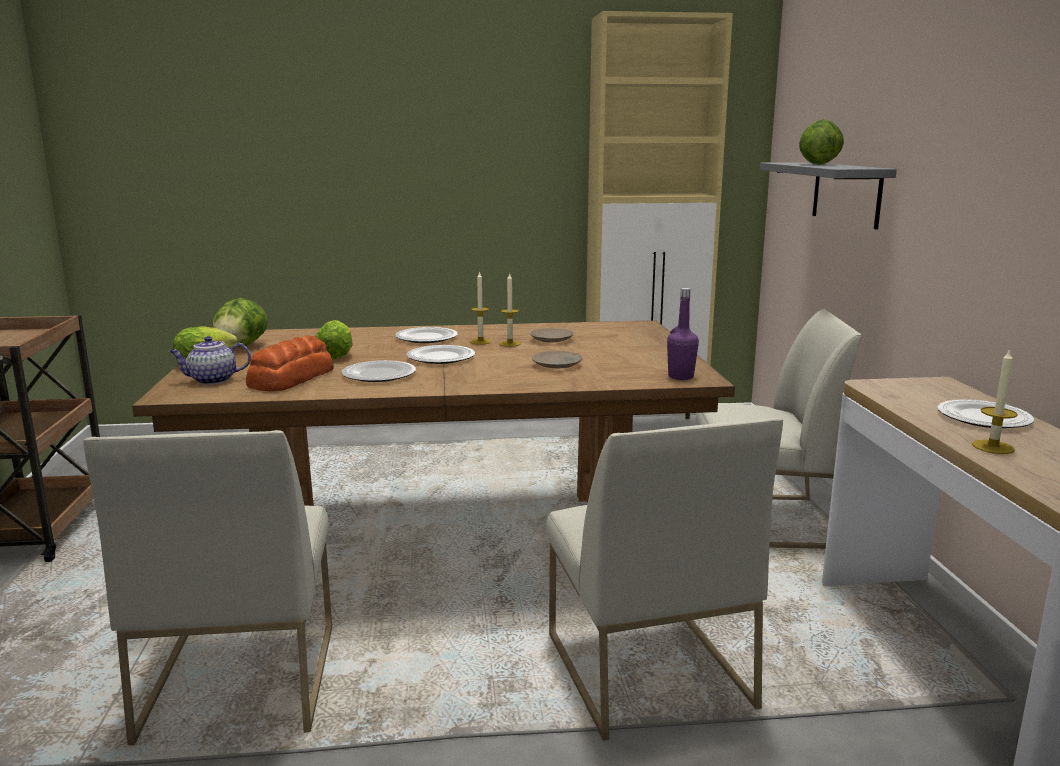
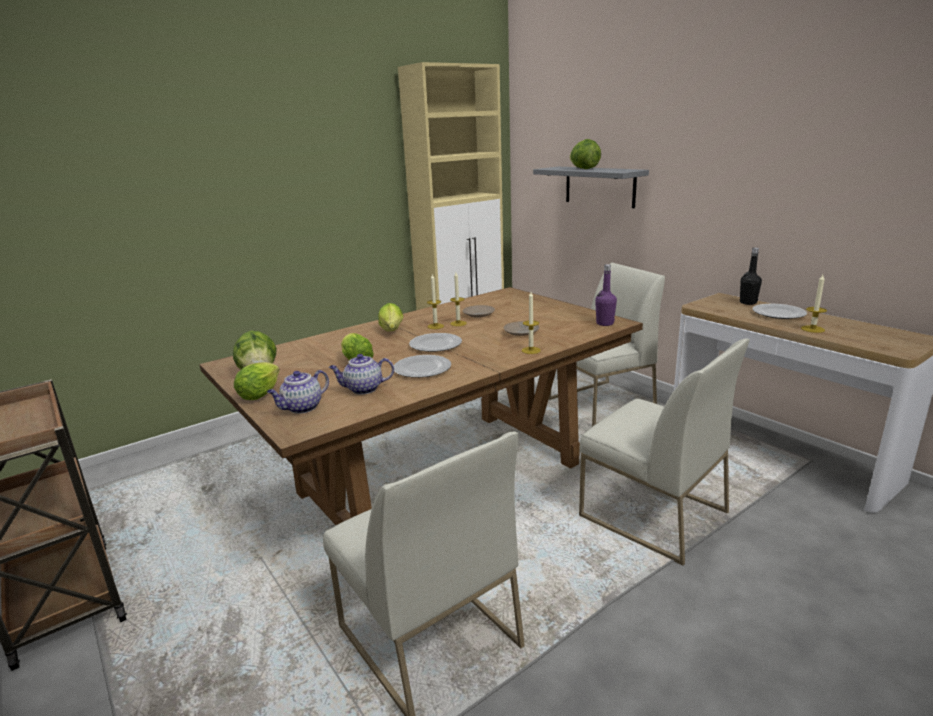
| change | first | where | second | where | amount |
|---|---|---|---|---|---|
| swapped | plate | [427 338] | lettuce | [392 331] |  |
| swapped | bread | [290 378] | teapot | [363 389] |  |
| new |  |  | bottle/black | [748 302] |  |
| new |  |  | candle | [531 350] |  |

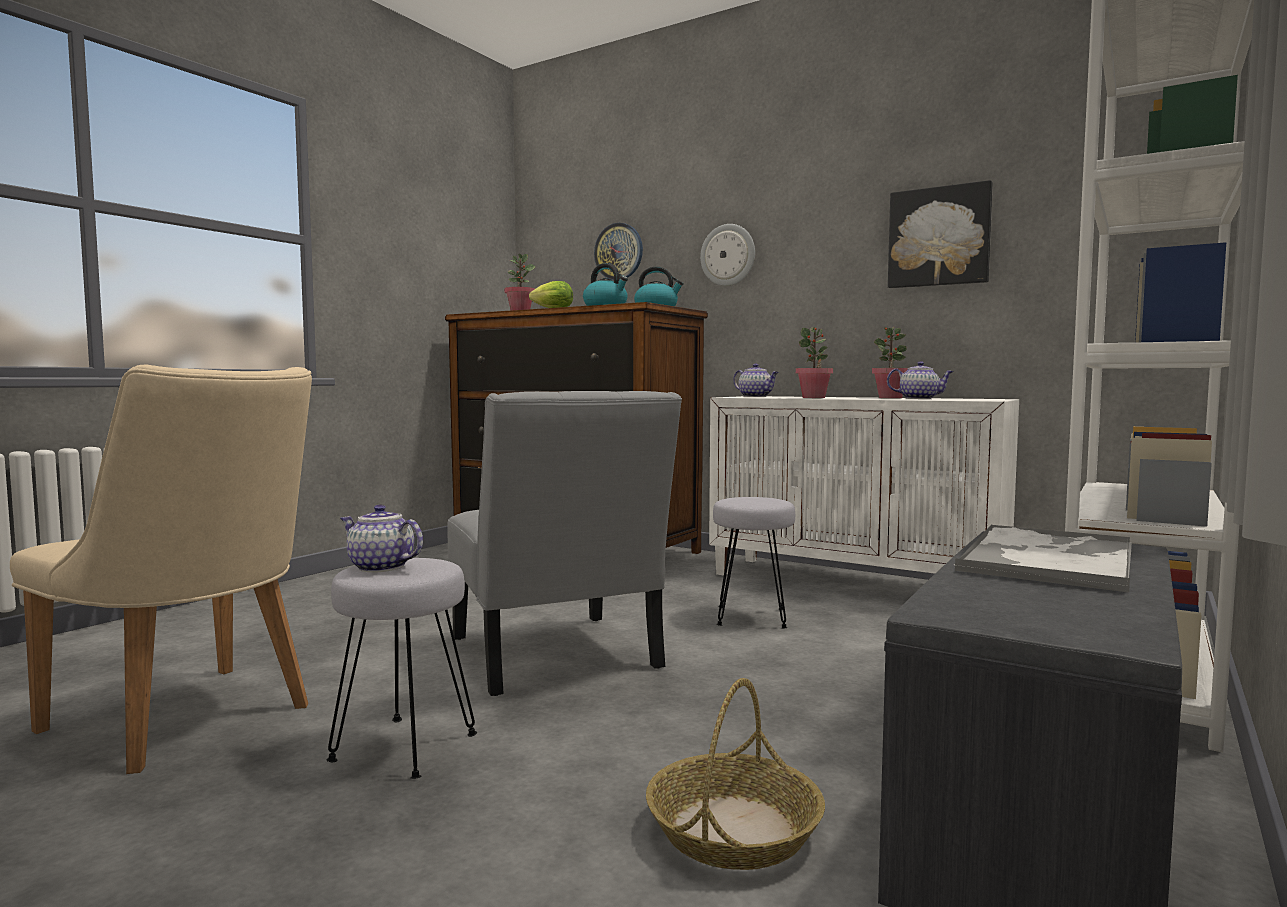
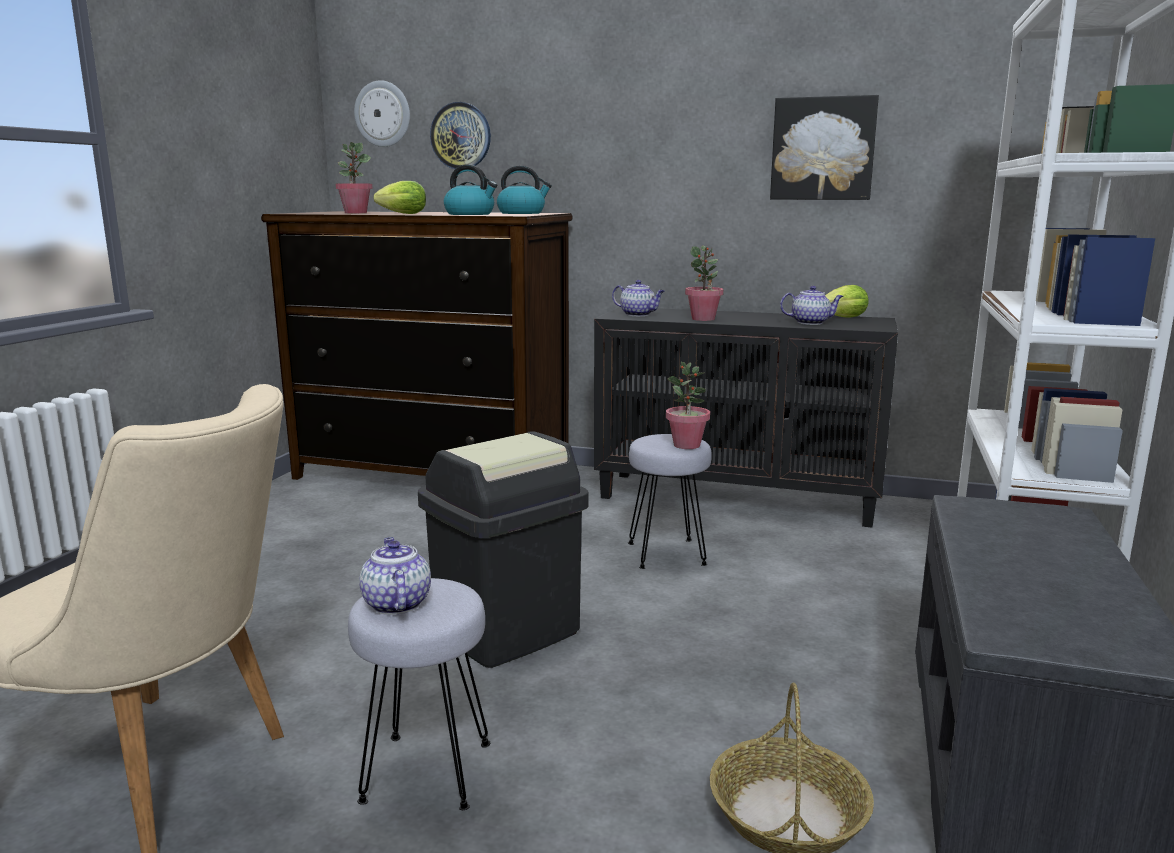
| change | first | where | second | where | amount |
|---|---|---|---|---|---|
| shifted | wall clock | [728 255] |  | [383 114] |  |
| shifted | potted plant | [890 398] |  | [686 445] |  |
| swapped | chair/grey | [556 657] | trash can/black | [507 631] |  |
| repainted | cabinet/white | [855 583] | cabinet/black | [738 498] |  |
| rotated | teapot | [379 567] |  | [395 603] | 60 degrees clockwise |
| gone | tray | [1048 558] |  |  |  |
| new |  |  | lettuce | [841 318] |  |

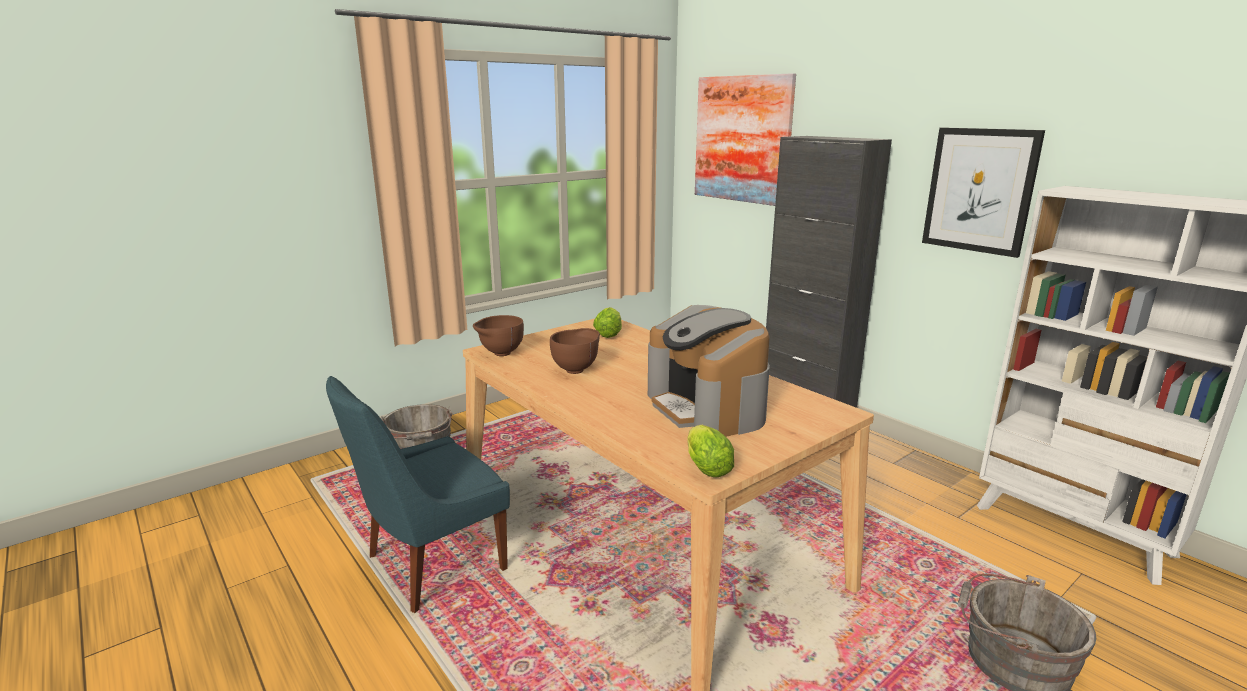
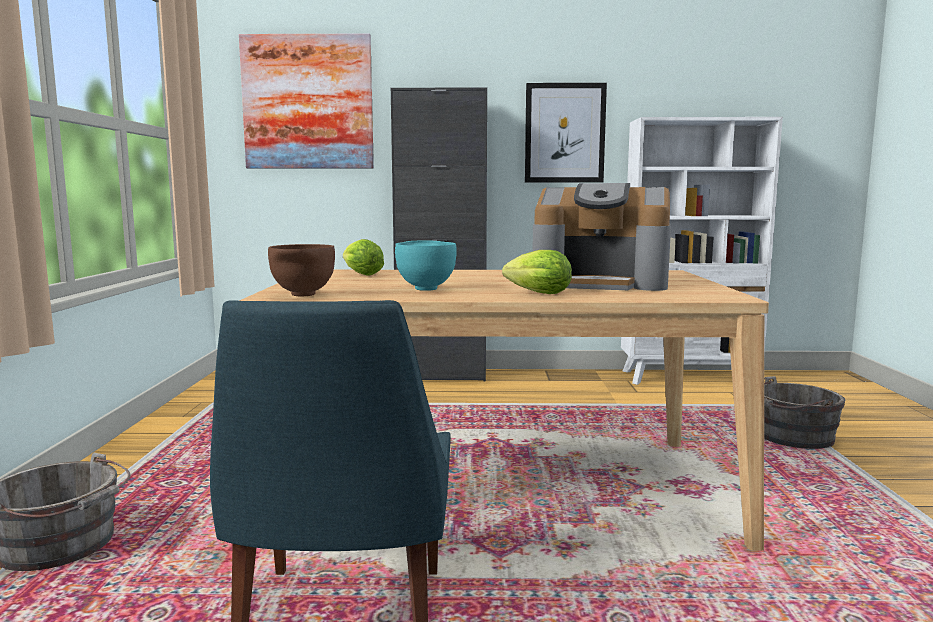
| change | first | where | second | where | amount |
|---|---|---|---|---|---|
| repainted | bowl/brown | [577 370] | bowl/turquoise | [425 288] |  |
| shifted | lettuce | [705 466] |  | [535 293] |  |

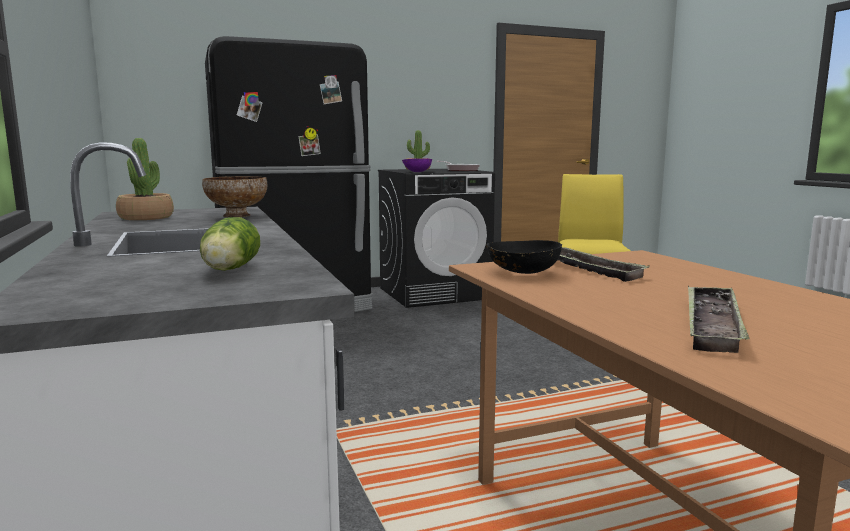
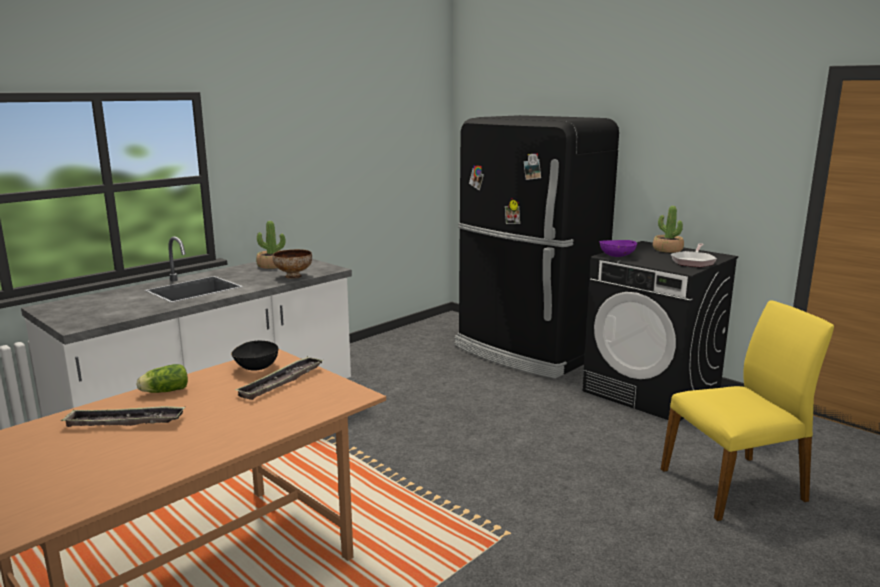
| change | first | where | second | where | amount |
|---|---|---|---|---|---|
| shifted | lettuce | [229 270] |  | [163 391] |  |

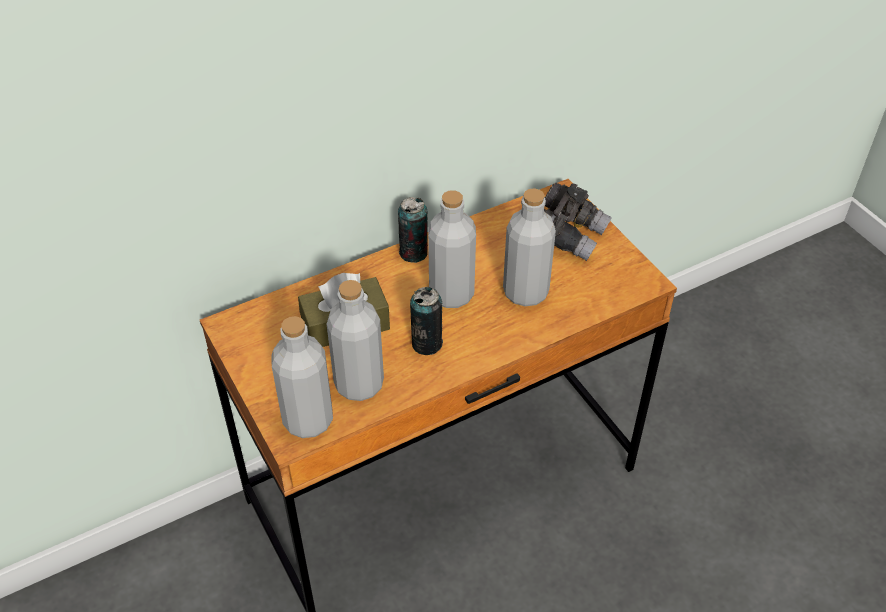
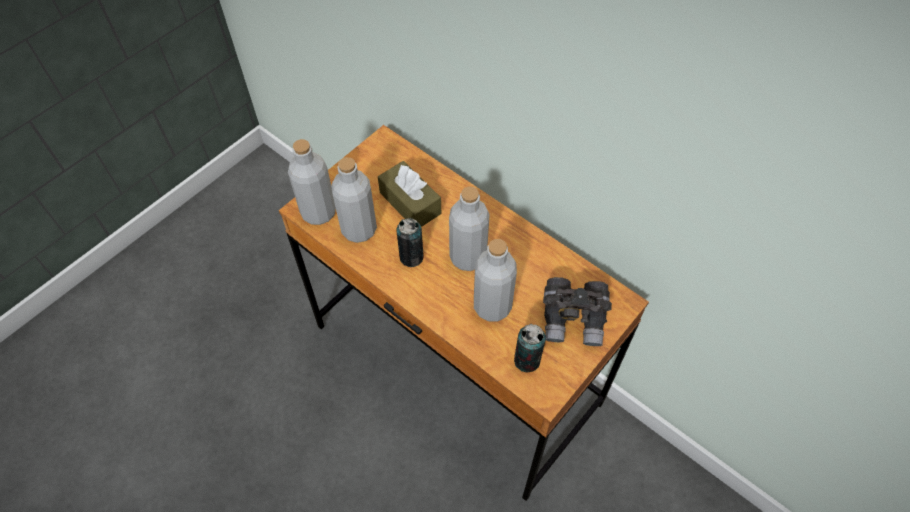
| change | first | where | second | where | amount |
|---|---|---|---|---|---|
| shifted | can | [413 253] |  | [527 360] |  |

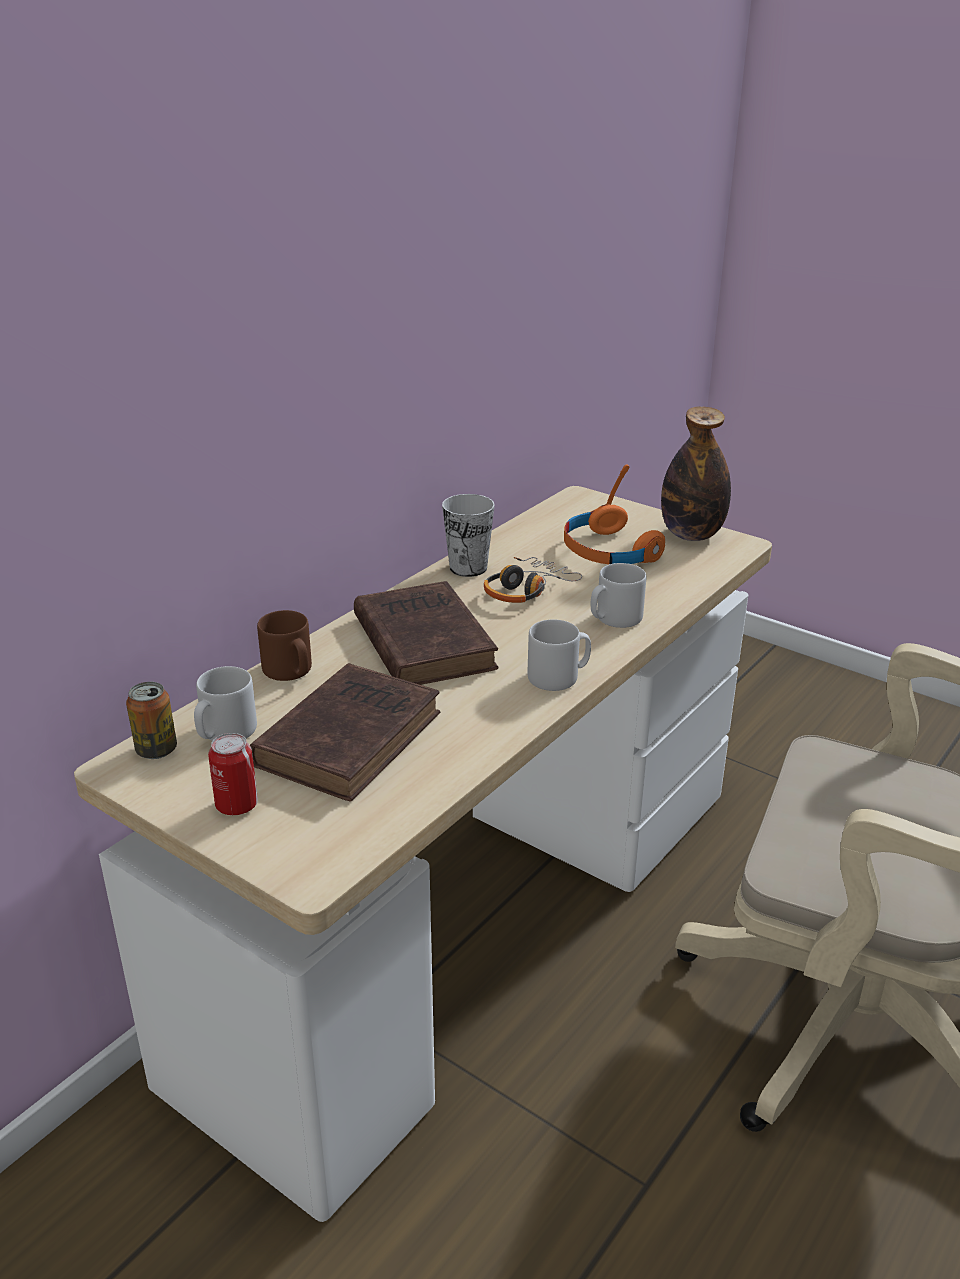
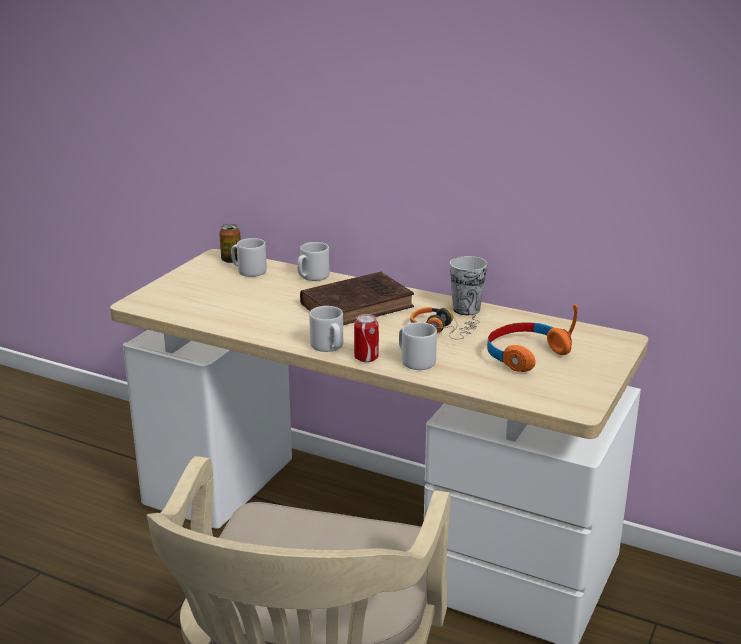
| change | first | where | second | where | amount |
|---|---|---|---|---|---|
| gone | bottle | [691 534] |  |  |  |
| repainted | mug/brown | [290 671] | mug/grey | [312 277] |  |
| gone | book/brown | [351 736] |  |  |  |
| shifted | can | [237 805] |  | [366 358] |  |

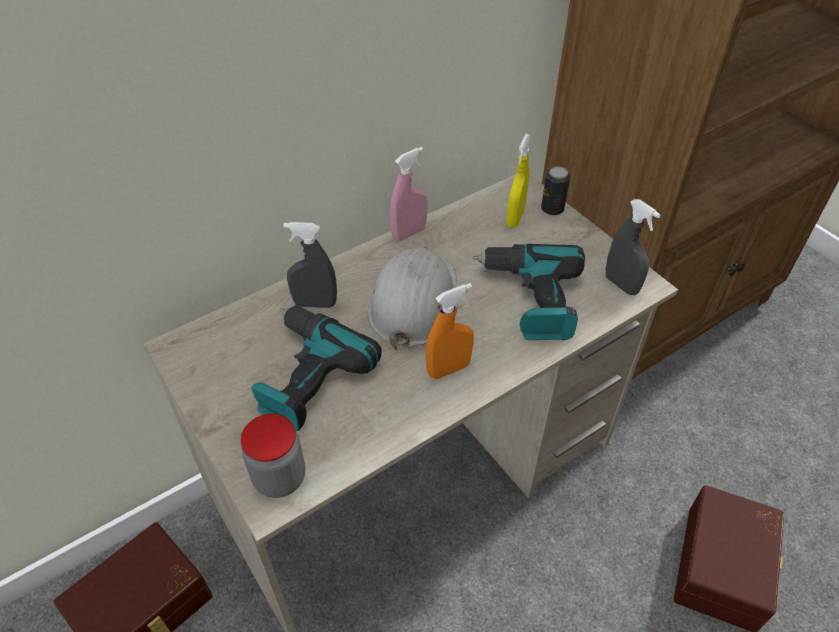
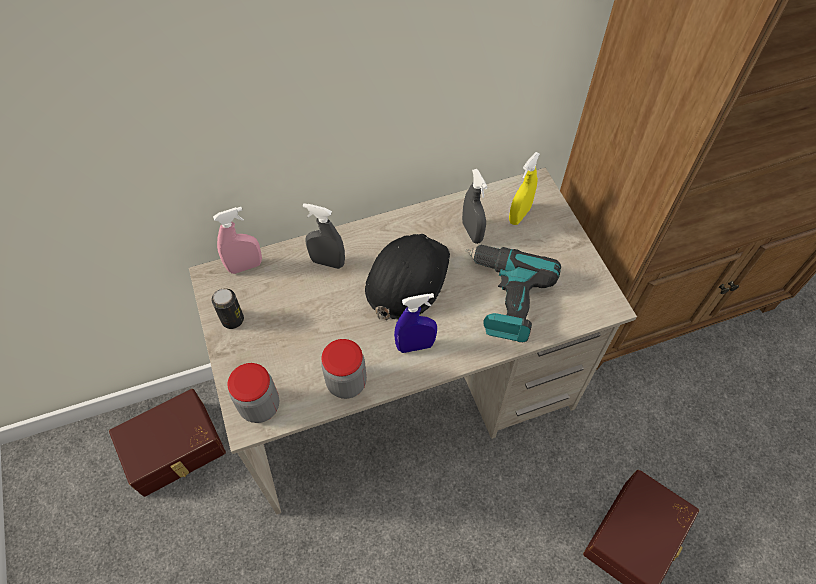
| change | first | where | second | where | amount |
|---|---|---|---|---|---|
| shifted | spray bottle/pink | [409 233] |  | [245 266] |  |
| shifted | can | [552 209] |  | [232 320] |  |
| shifted | spray bottle/grey | [621 284] |  | [472 232] |  |
| repainted | hard hat/white | [413 303] | hard hat/black | [406 279] |  |
| repainted | spray bottle/orange | [448 369] | spray bottle/blue | [415 346] |  |
| gone | power drill | [305 375] |  |  |  |
| new |  |  | jar | [346 382] |  |

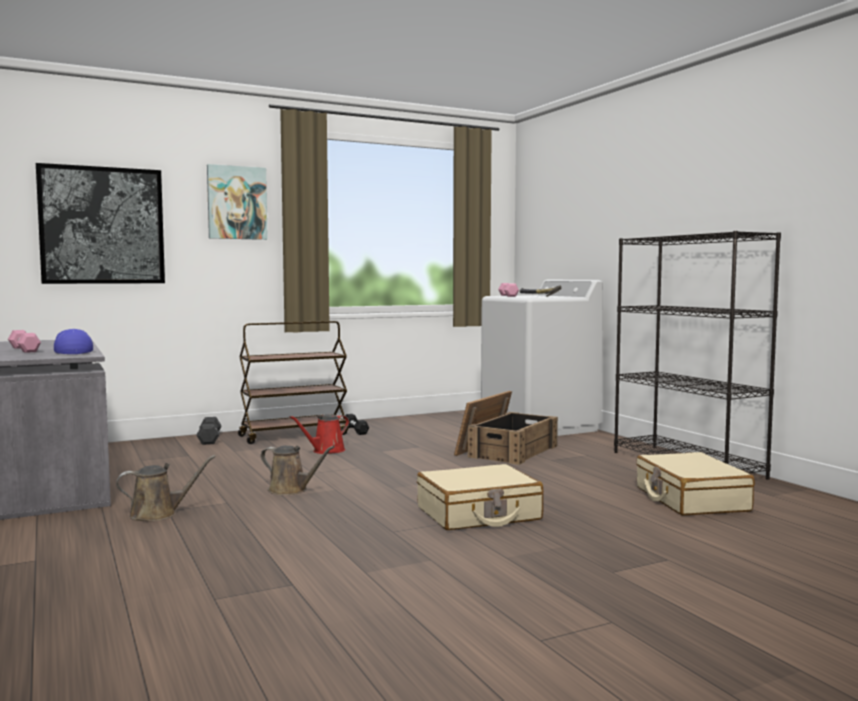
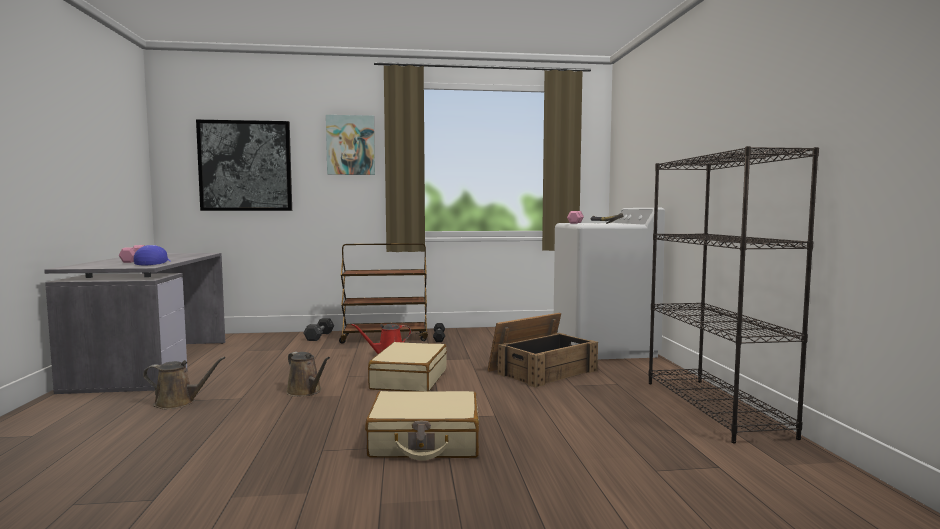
| change | first | where | second | where | amount |
|---|---|---|---|---|---|
| shifted | suitcase/beige | [690 499] |  | [409 379] |  |

